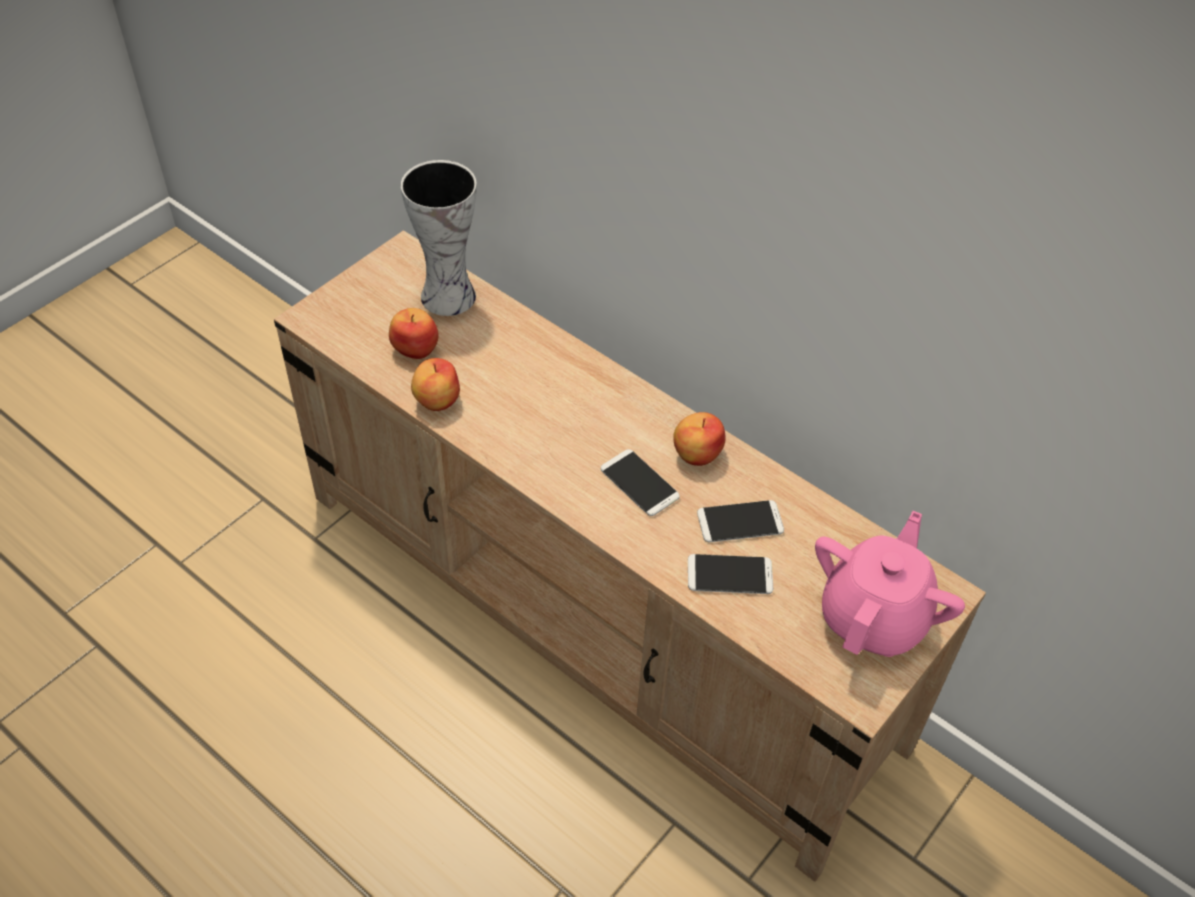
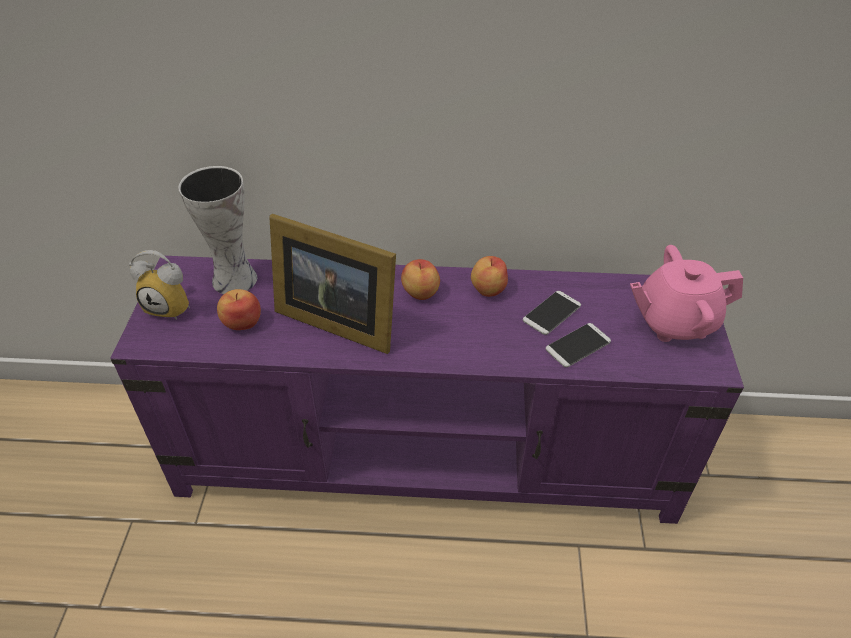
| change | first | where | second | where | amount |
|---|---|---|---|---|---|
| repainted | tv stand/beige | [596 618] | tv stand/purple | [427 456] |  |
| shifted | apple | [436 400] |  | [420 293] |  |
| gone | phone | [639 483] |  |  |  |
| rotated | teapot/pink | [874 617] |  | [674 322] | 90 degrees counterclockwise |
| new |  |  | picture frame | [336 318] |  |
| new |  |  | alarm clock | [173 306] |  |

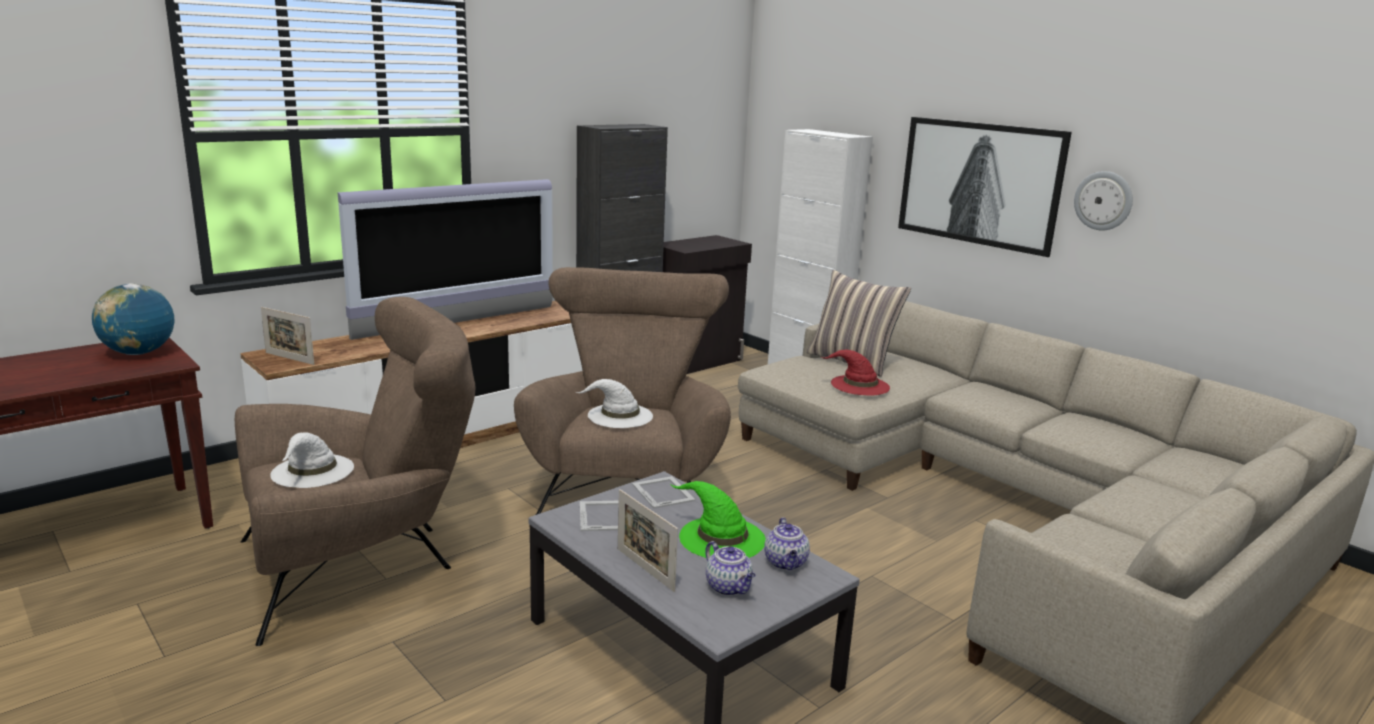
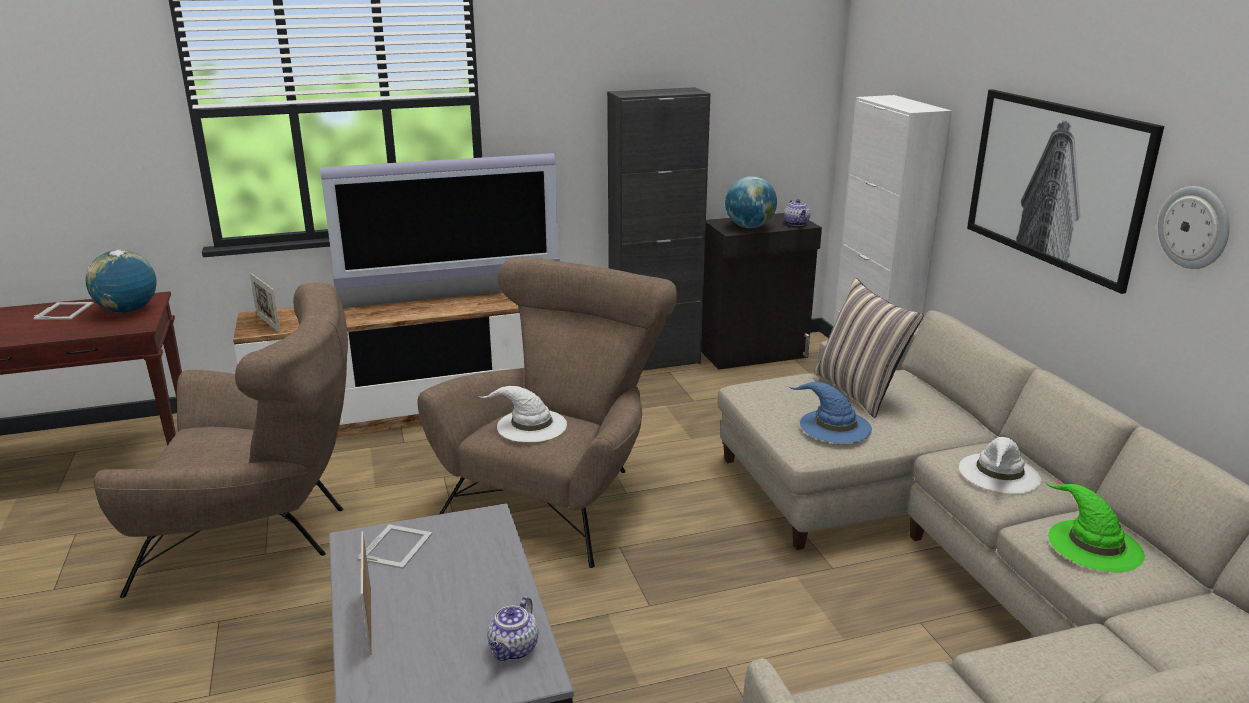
| change | first | where | second | where | amount |
|---|---|---|---|---|---|
| repainted | hat/red | [859 385] | hat/blue | [834 426] |  |
| shifted | hat/white | [312 471] |  | [999 474] |  |
| shifted | picture frame | [663 492] |  | [65 311] |  |
| shifted | hat/green | [720 538] |  | [1093 544] |  |
| shifted | teapot | [729 587] |  | [797 224] |  |
| new |  |  | globe | [749 227] |  |

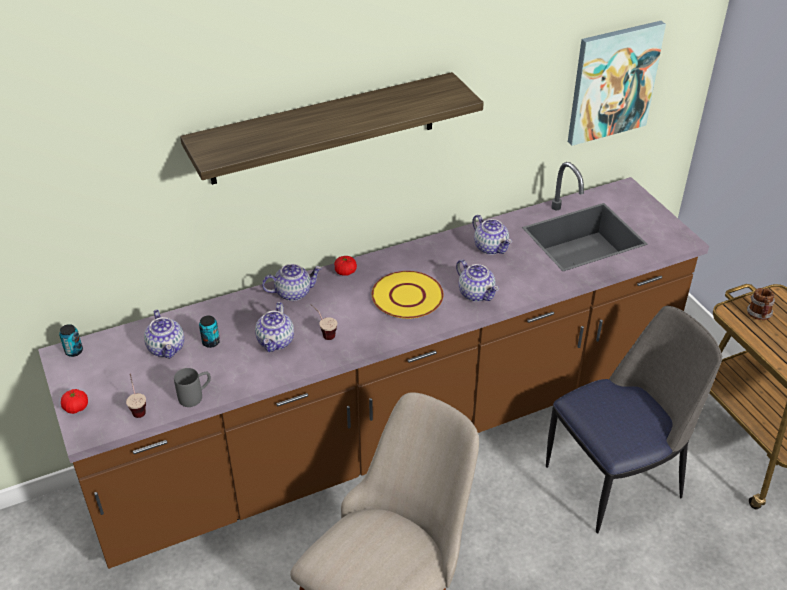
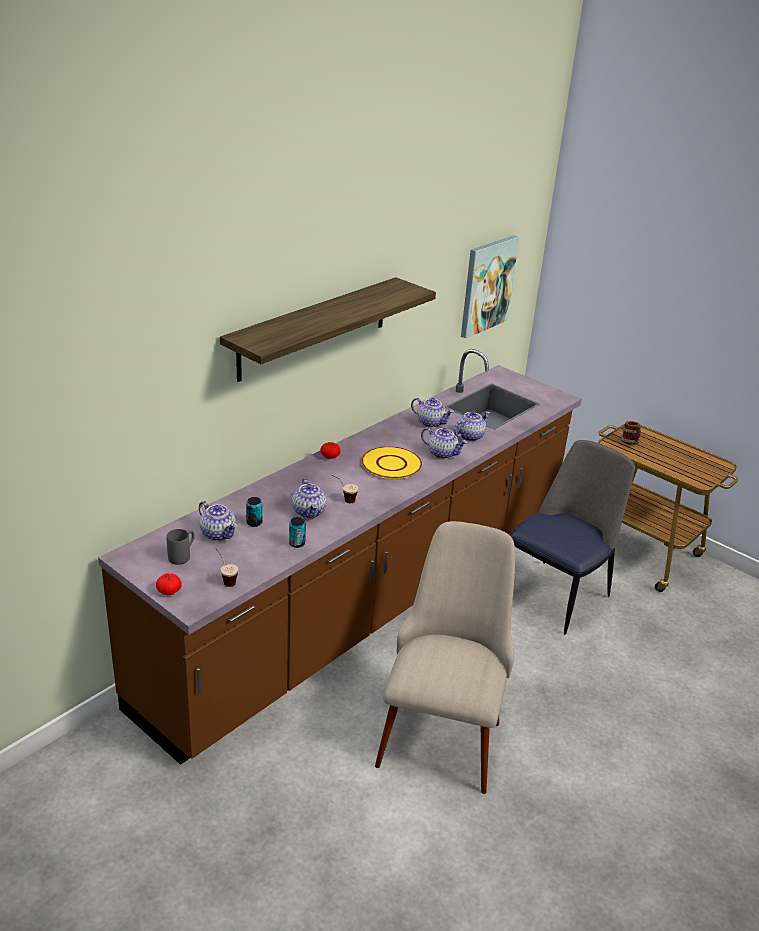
| change | first | where | second | where | amount |
|---|---|---|---|---|---|
| shifted | teapot | [293 292] |  | [470 436] |  |
| shifted | can | [74 351] |  | [297 543] |  |
| shifted | mug/grey | [196 396] |  | [183 556] |  |

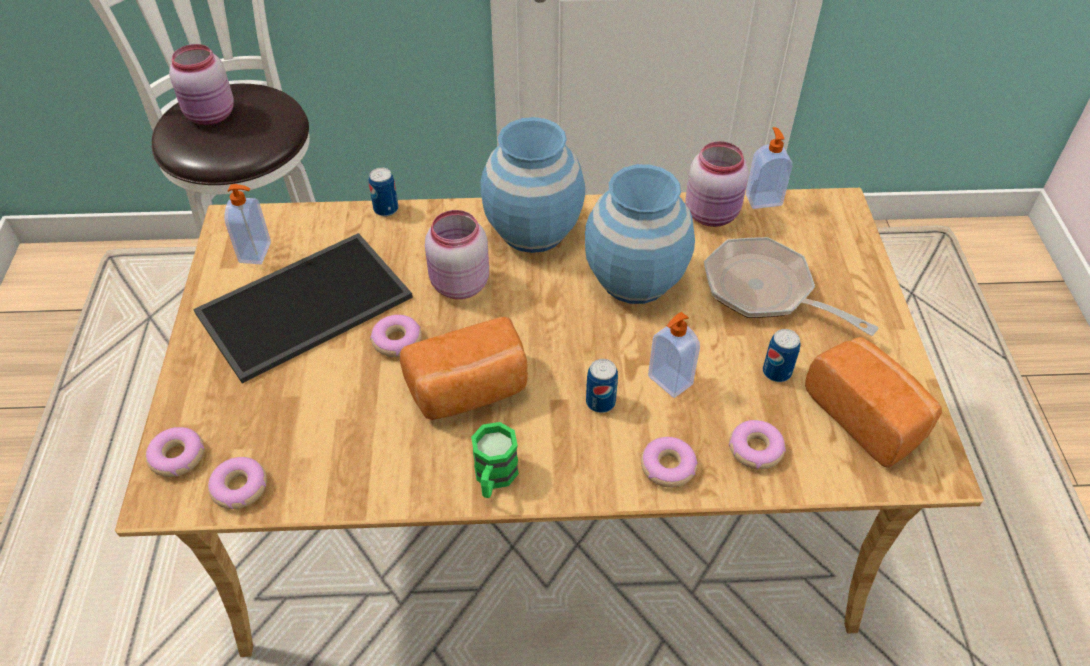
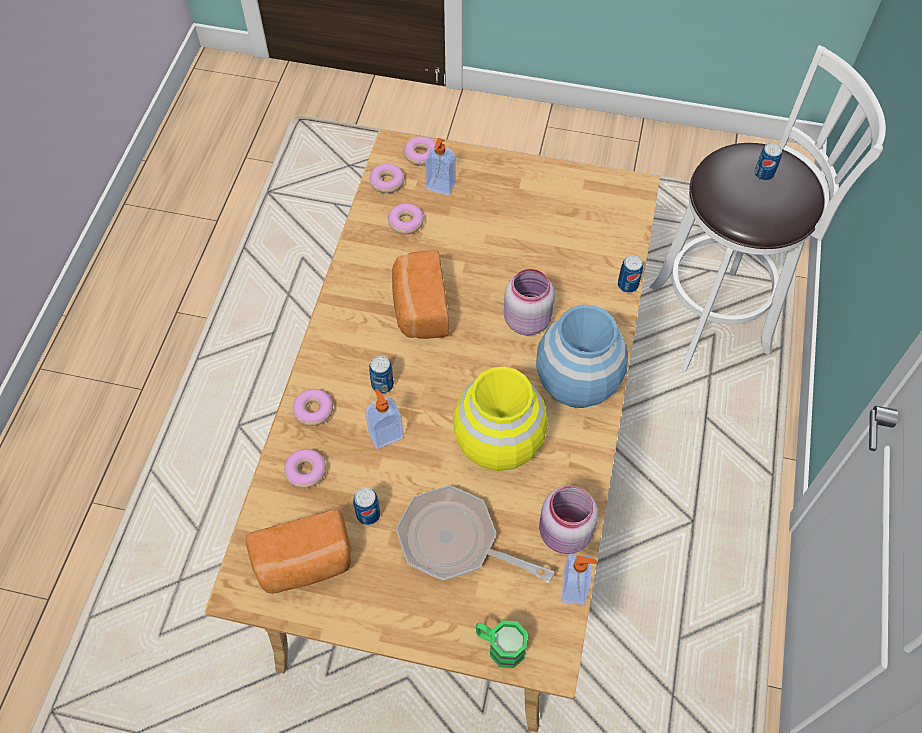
| change | first | where | second | where | amount |
|---|---|---|---|---|---|
| swapped | jar/pink | [211 115] | can | [763 174] |  |
| repainted | vase/blue | [634 279] | vase/yellow | [499 443] |  |
| shifted | soap dispenser | [256 252] |  | [440 187] |  |
| gone | tray | [304 308] |  |  |  |
| rotated | frying pan | [765 291] |  | [455 541] | 120 degrees counterclockwise |
| shifted | donut | [397 341] |  | [406 222] |  |
| shifted | mug/green | [493 478] |  | [499 646] |  |

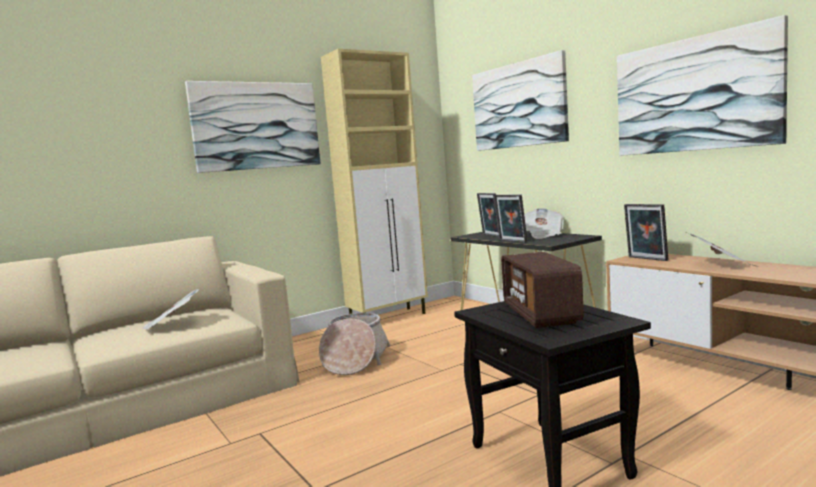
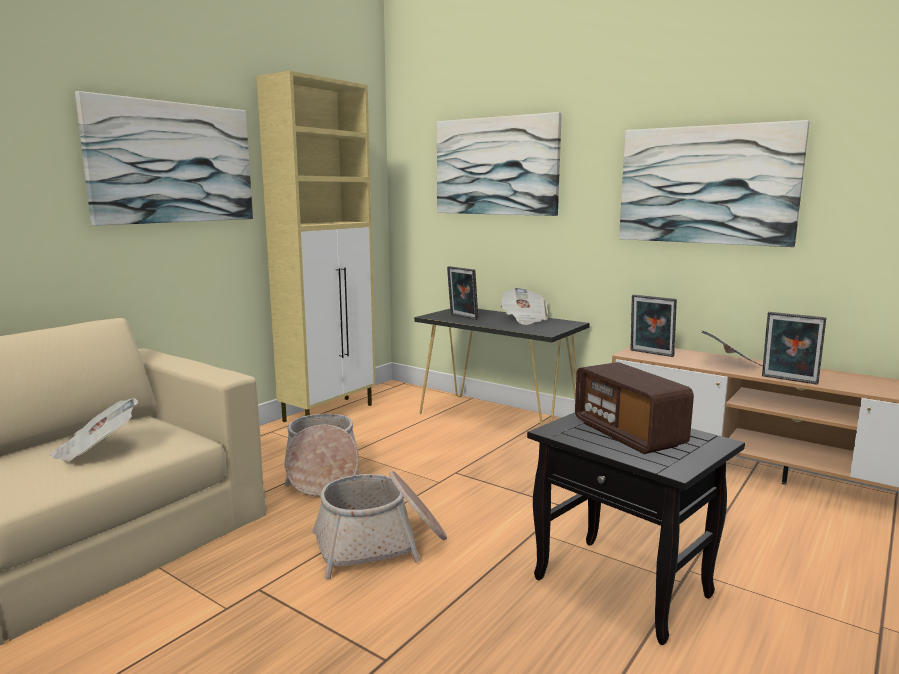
| change | first | where | second | where | amount |
|---|---|---|---|---|---|
| shifted | picture frame | [511 241] |  | [788 380] |  |
| new |  |  | basket | [380 544] |  |

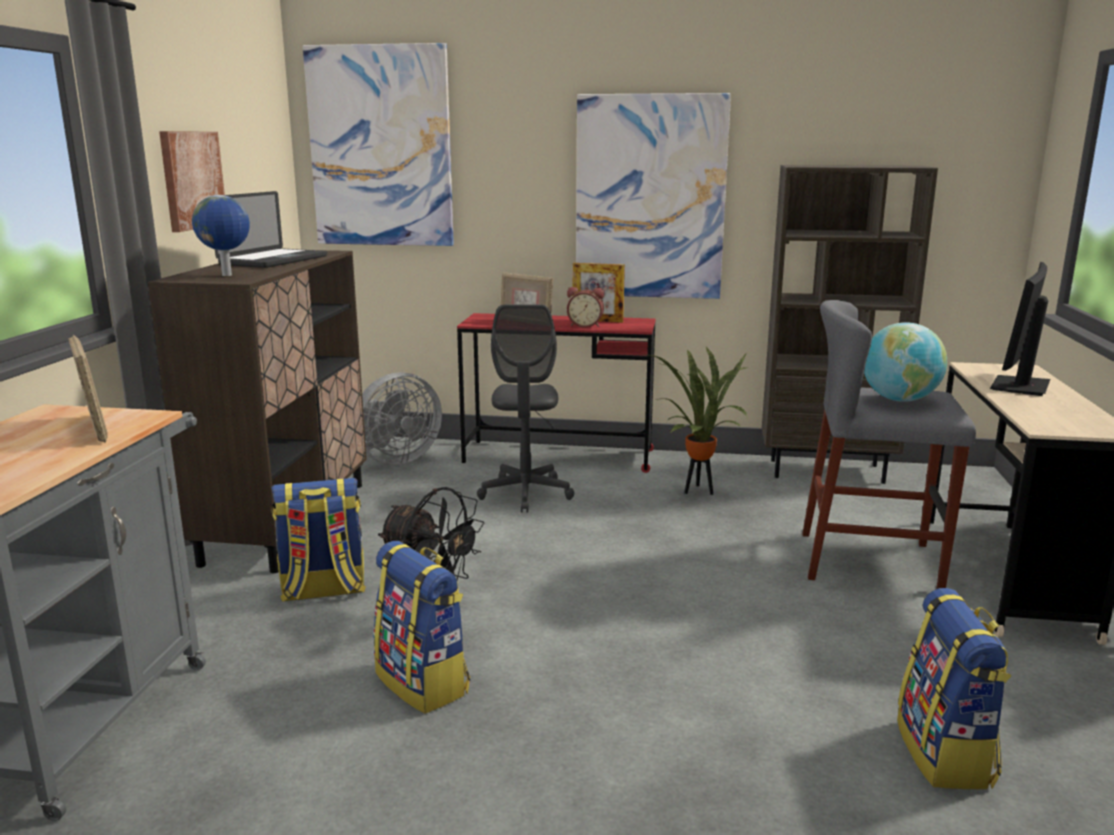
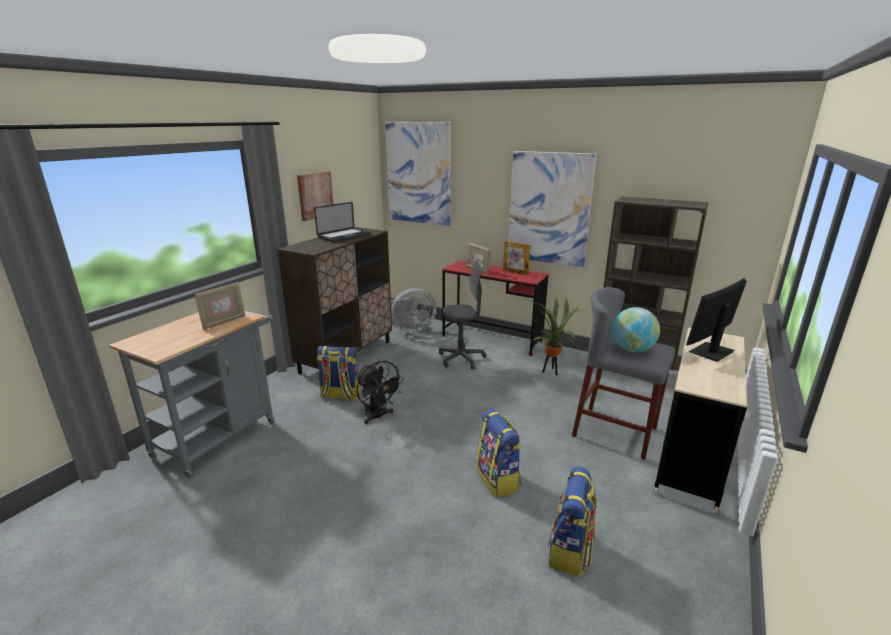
| change | first | where | second | where | amount |
|---|---|---|---|---|---|
| gone | globe | [227 275] |  |  |  |
| gone | alarm clock | [585 325] |  |  |  |
| rotated | office chair/grey | [526 494] |  | [461 359] | 120 degrees counterclockwise |
| rotated | picture frame | [94 429] |  | [224 322] | 45 degrees clockwise |
| shifted | backpack | [424 683] |  | [498 479] |  |

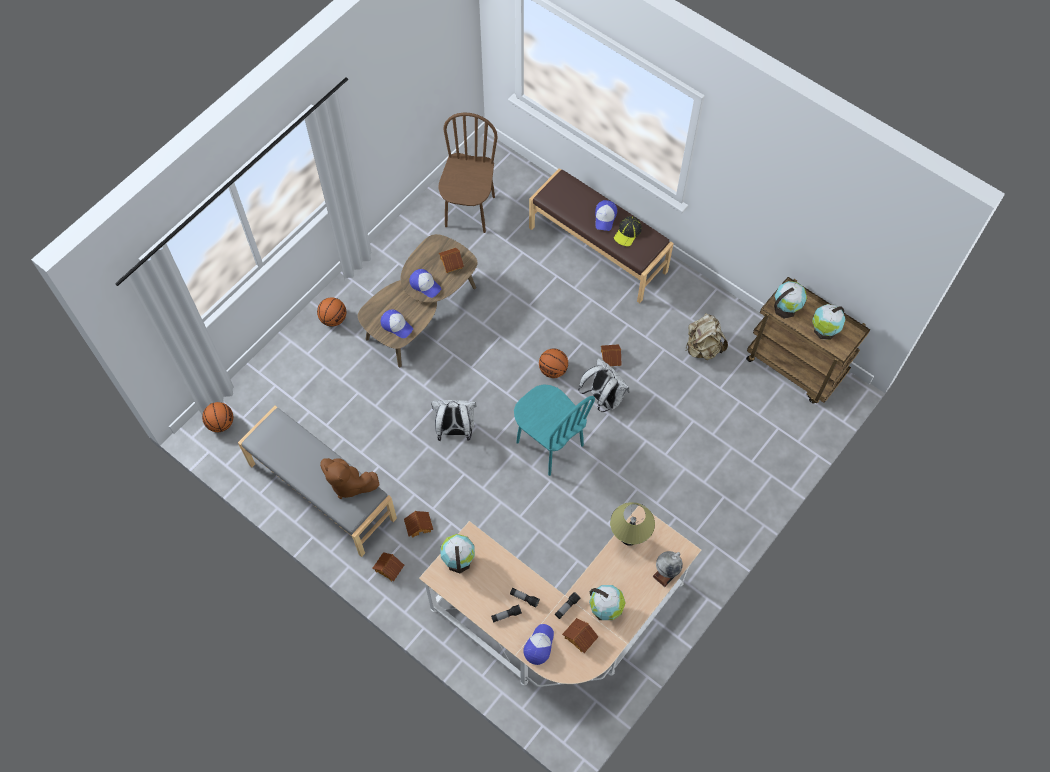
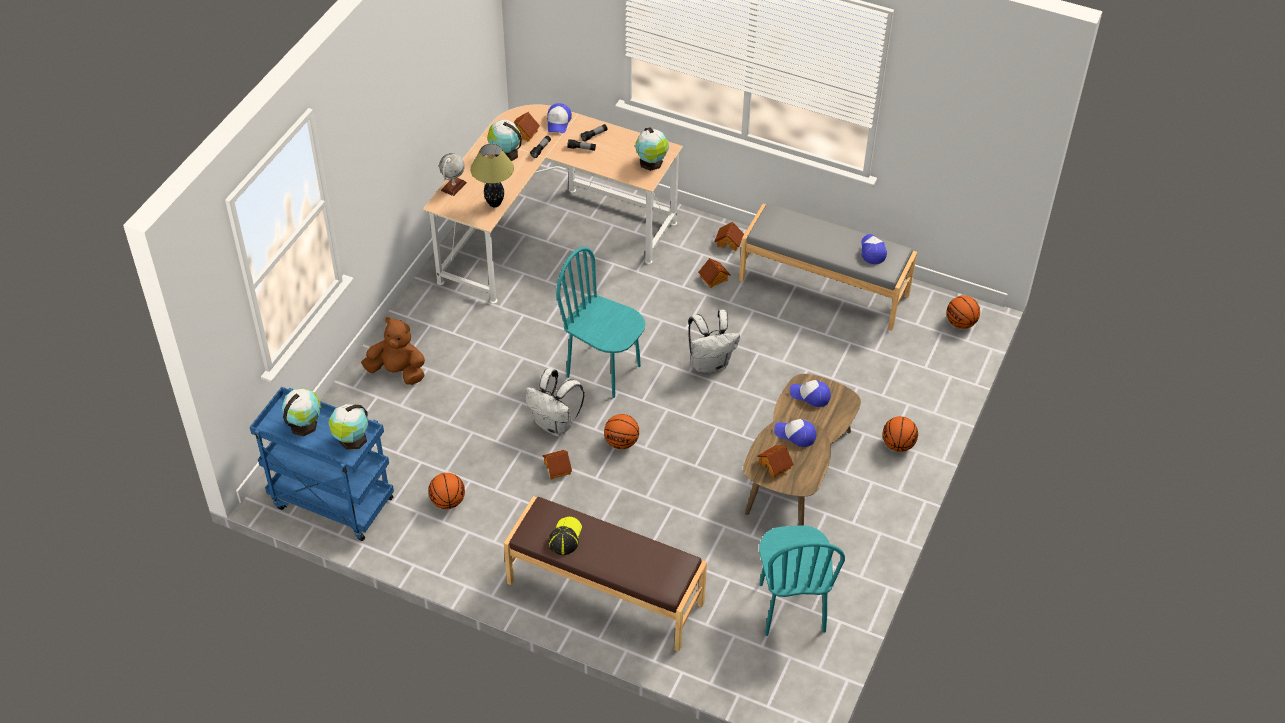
| change | first | where | second | where | amount |
|---|---|---|---|---|---|
| repainted | chair/brown | [469 211] | chair/turquoise | [791 607] |  |
| shifted | cap | [605 217] |  | [872 251] |  |
| repainted | cart/brown | [796 366] | cart/blue | [331 503] |  |
| swapped | backpack/beige | [703 347] | basketball | [447 501] |  |
| shifted | plush toy/brown | [348 483] |  | [398 372] |  |

